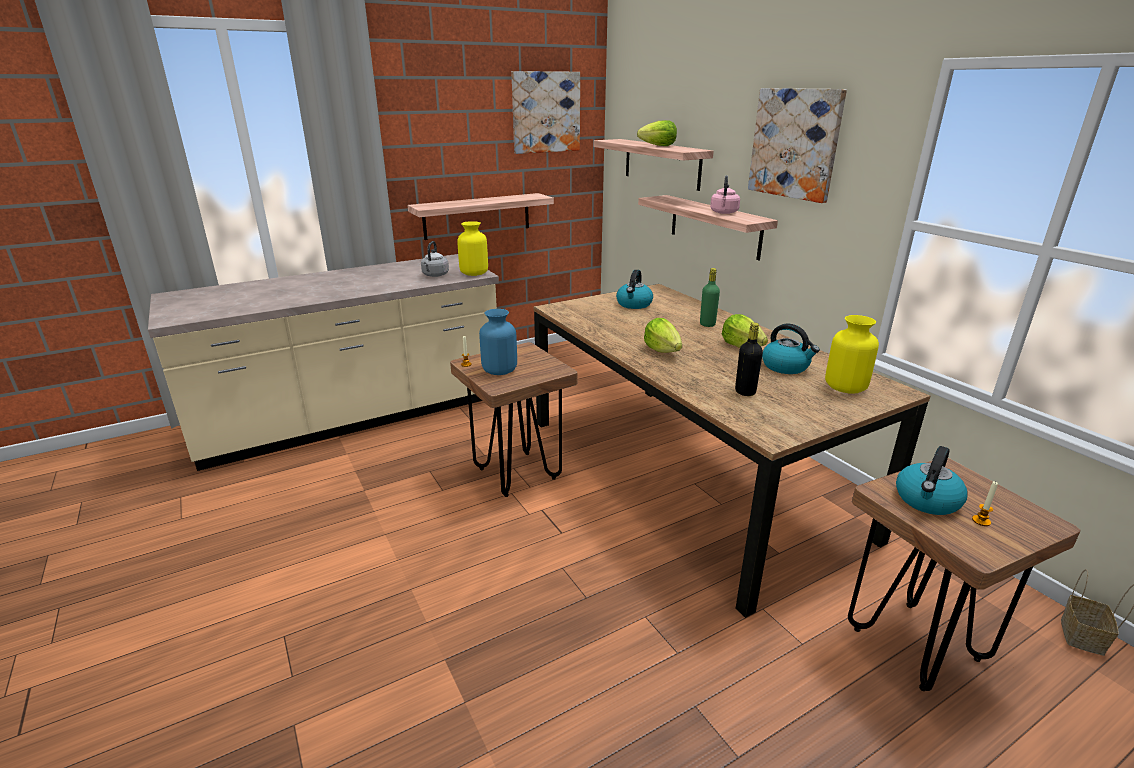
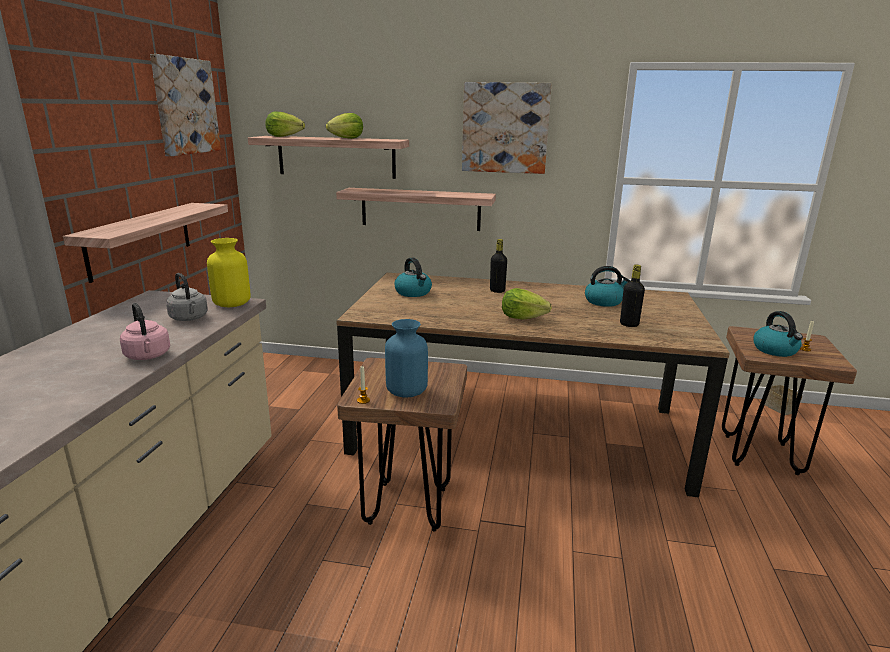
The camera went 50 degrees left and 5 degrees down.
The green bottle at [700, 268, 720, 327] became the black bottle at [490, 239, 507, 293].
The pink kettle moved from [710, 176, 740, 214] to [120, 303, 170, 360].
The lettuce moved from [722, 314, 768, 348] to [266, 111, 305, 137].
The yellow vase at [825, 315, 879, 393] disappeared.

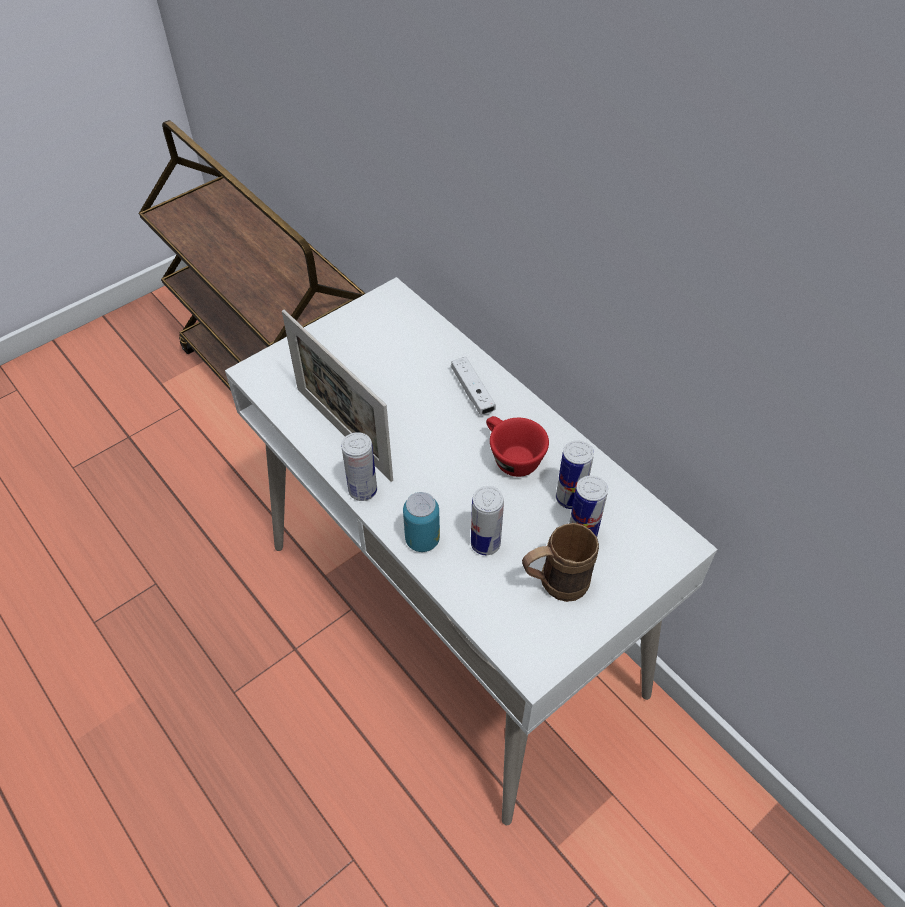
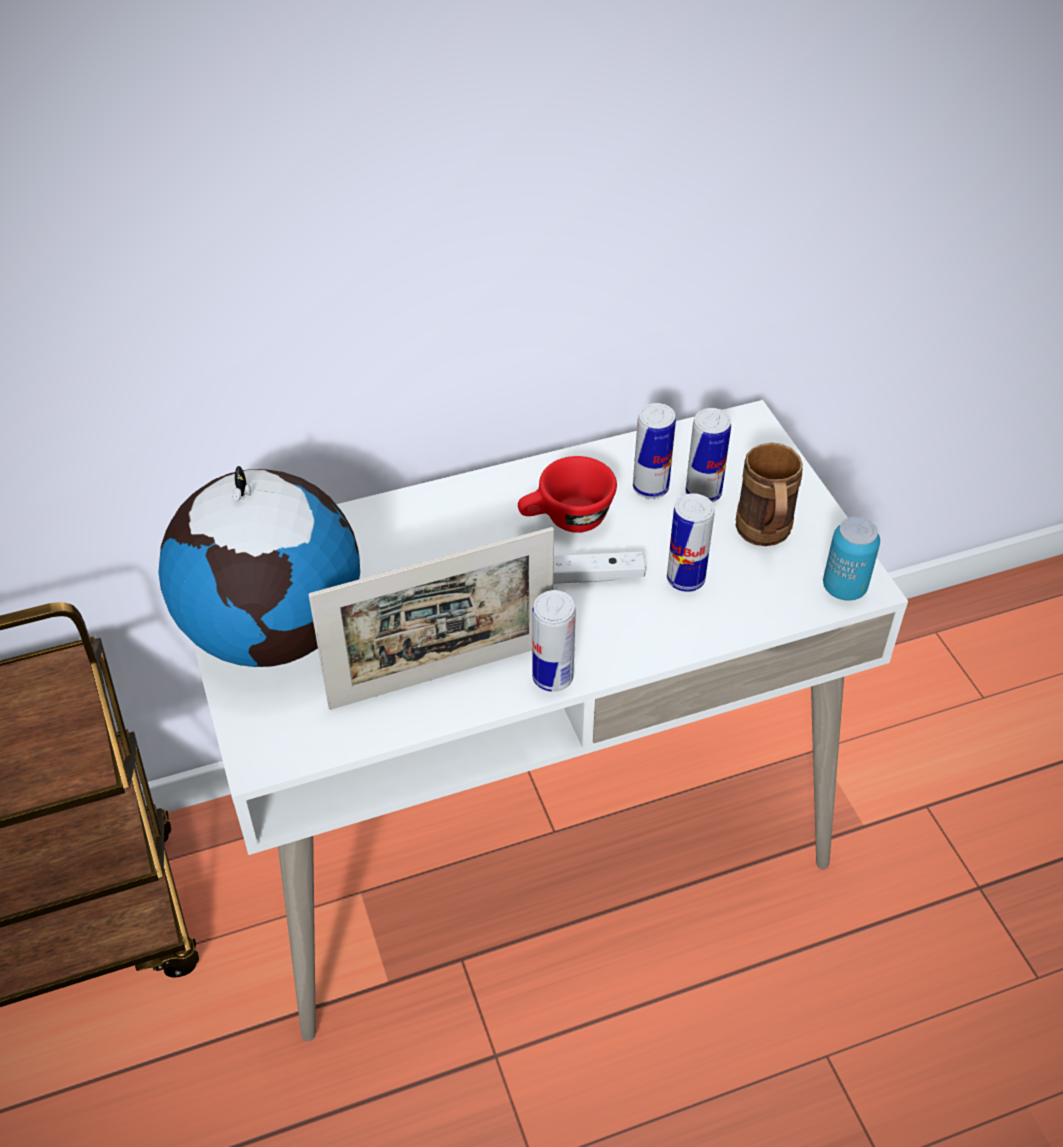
The camera went 70 degrees left and 5 degrees down.
The can moved from [403, 492, 440, 552] to [823, 517, 880, 601].
The white game controller moved from [451, 357, 496, 415] to [553, 551, 646, 584].
The globe at [158, 466, 360, 667] appeared.

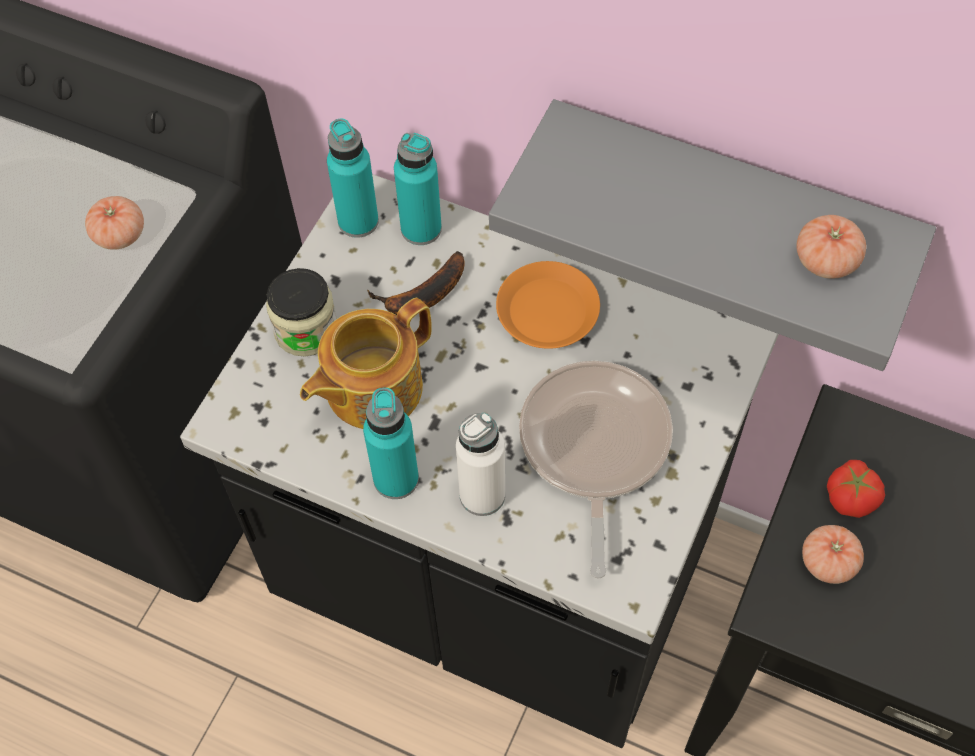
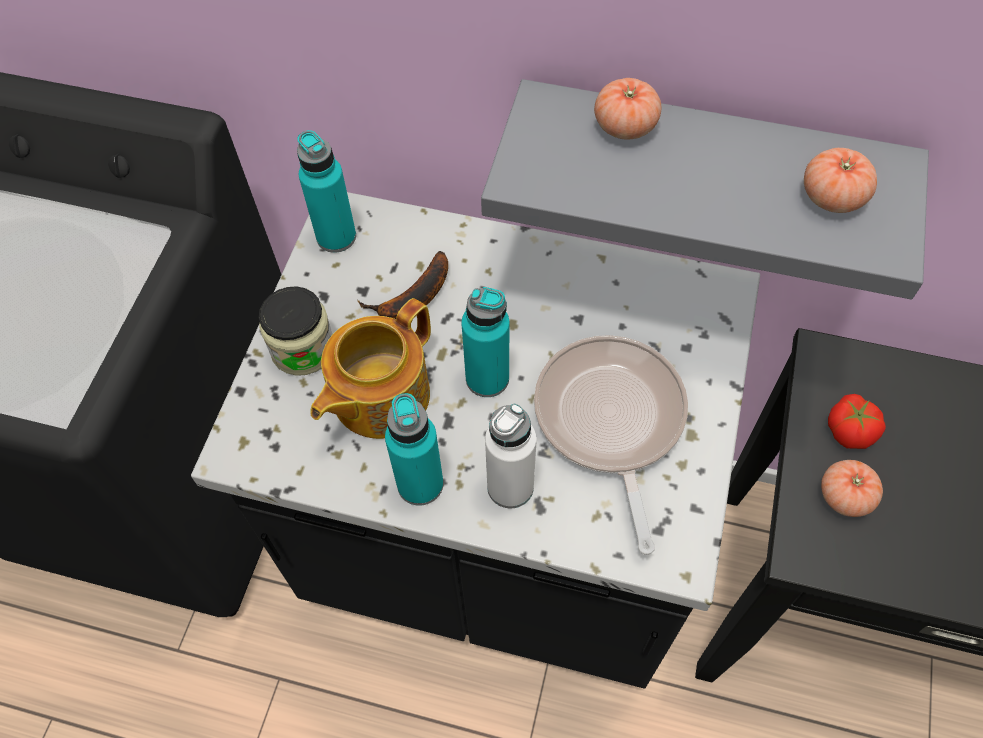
The camera went 10 degrees left and 0 degrees up.
The tomato moved from [85, 196, 144, 250] to [594, 78, 662, 140].
The turquoise bottle moved from [394, 133, 442, 245] to [461, 287, 509, 397].
The orange plate at [496, 261, 600, 349] disappeared.

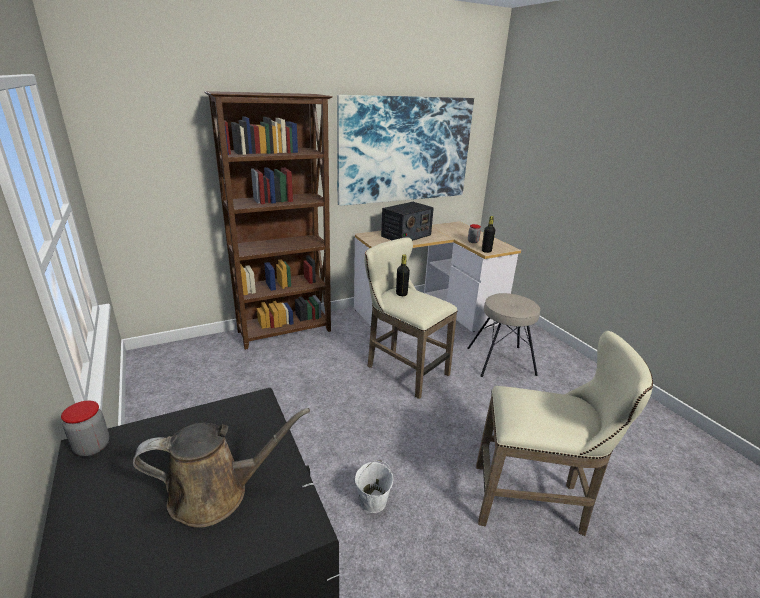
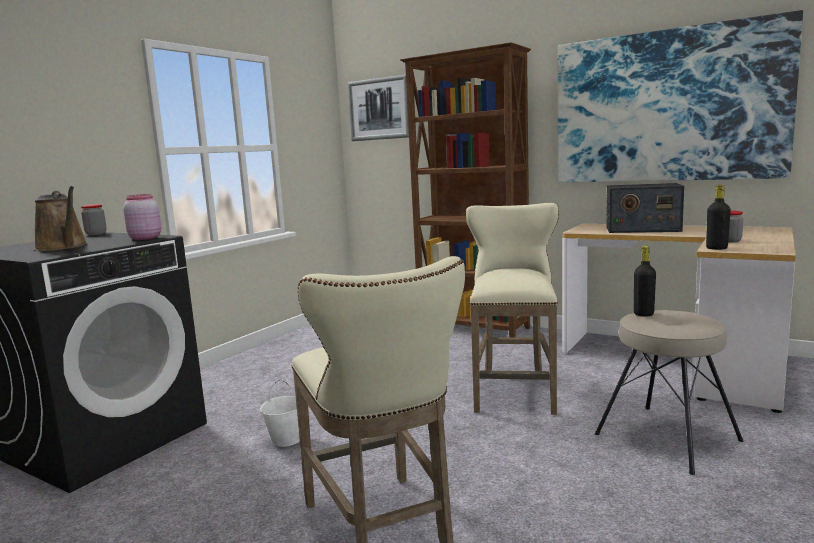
The camera went 60 degrees right and 15 degrees down.
The black bottle moved from [396, 254, 410, 296] to [634, 246, 656, 317].
The pink jar at [123, 194, 161, 240] appeared.
The picture at [347, 75, 409, 141] appeared.

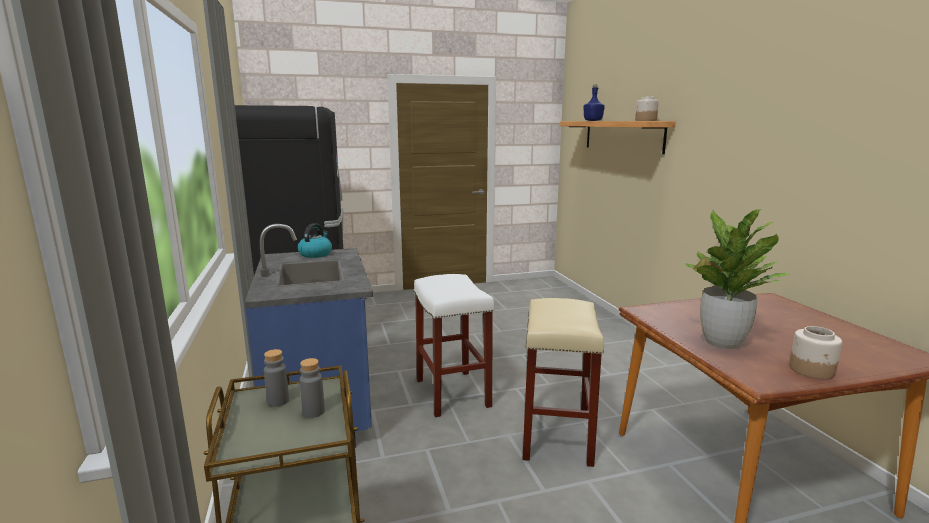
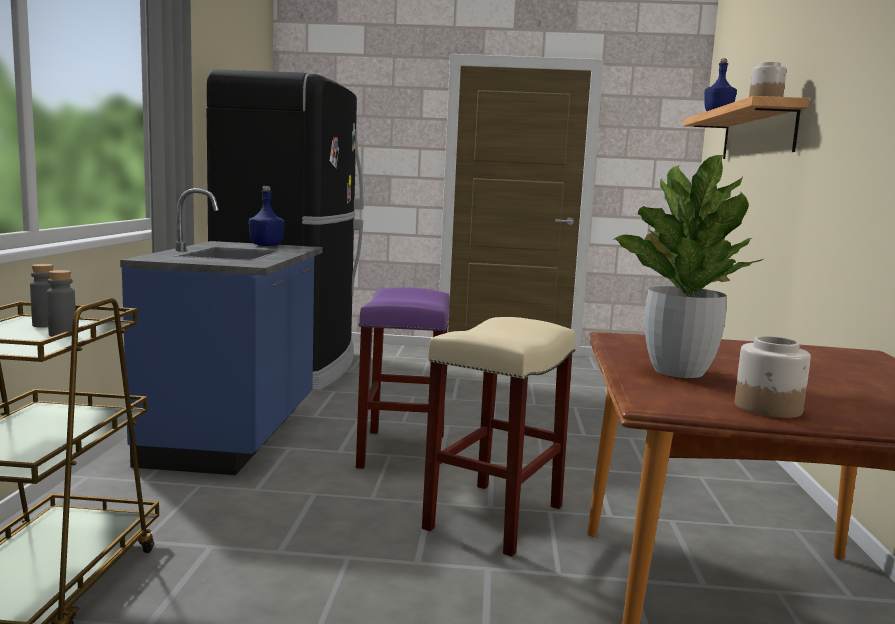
The camera went 20 degrees right and 5 degrees down.
The kettle at [298, 223, 332, 258] was replaced by the blue bottle at [249, 186, 285, 246].
The white stool at [414, 274, 494, 417] became the purple stool at [356, 287, 450, 469].

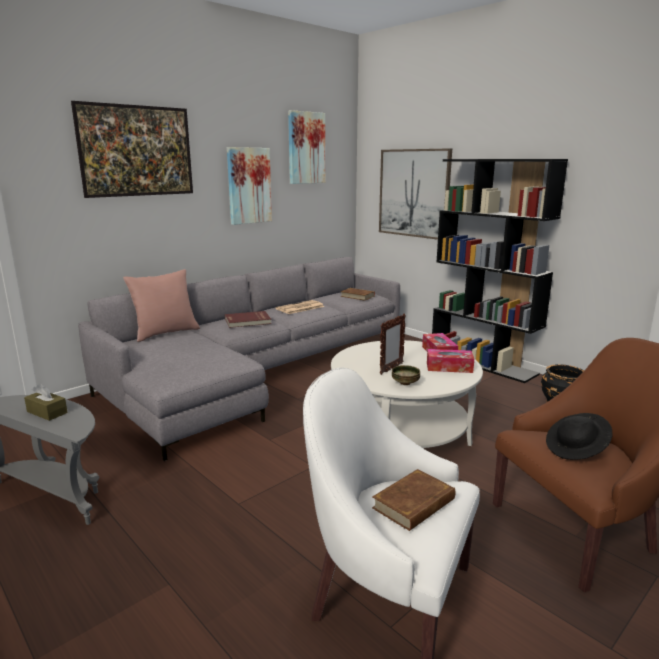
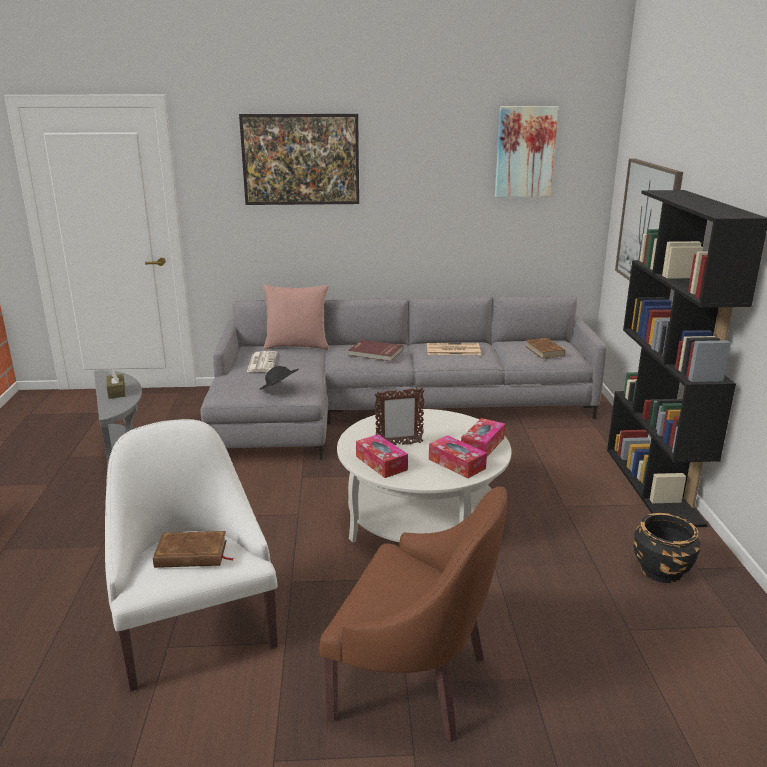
The camera went 40 degrees right and 5 degrees up.
The picture at [227, 147, 272, 225] disappeared.
The bowl at [392, 365, 420, 385] was replaced by the tissue box at [356, 434, 408, 478].
The black hat moved from [546, 413, 613, 460] to [260, 366, 299, 390].
The newspaper at [247, 351, 277, 372] appeared.

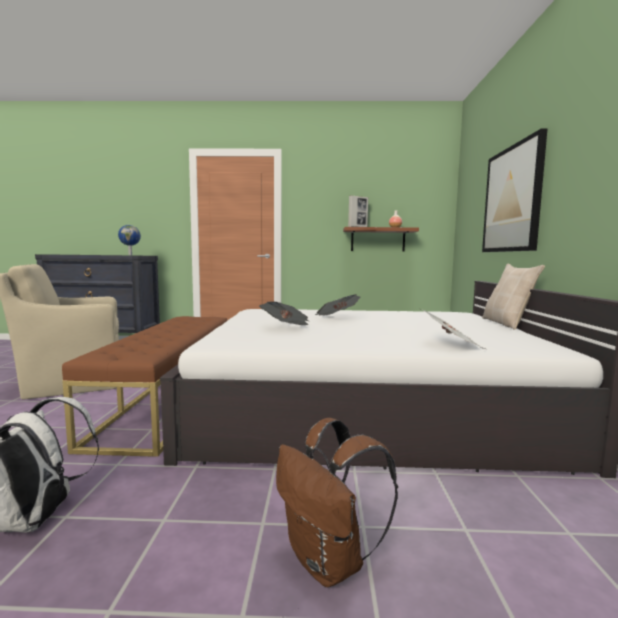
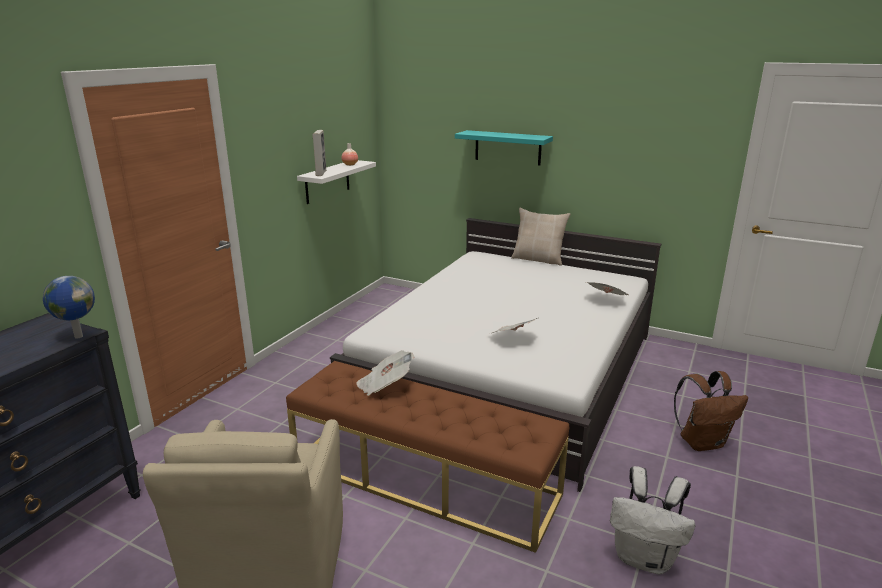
The camera went 65 degrees left and 15 degrees up.
The newspaper moved from [315, 294, 361, 315] to [356, 350, 414, 396].
The brown shelf at [343, 227, 419, 252] became the white shelf at [297, 160, 376, 204].
The picture at [482, 129, 547, 252] was replaced by the turquoise shelf at [455, 130, 553, 166].

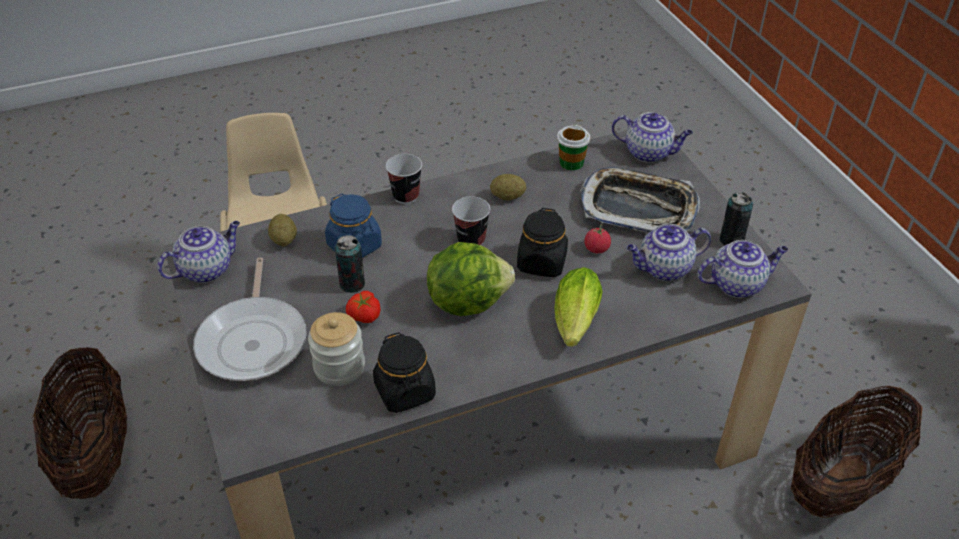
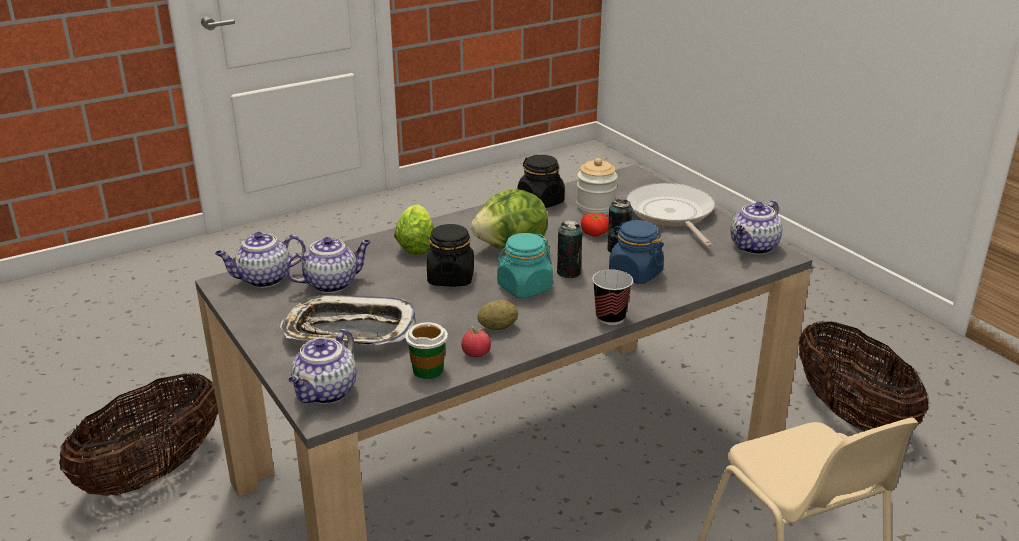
The camera went 170 degrees right and 15 degrees down.
The potato at [268, 214, 297, 246] disappeared.
The cup at [452, 196, 490, 245] was replaced by the turquoise jar at [497, 233, 553, 298].
The tomato moved from [584, 224, 611, 253] to [461, 325, 491, 357].
The teapot at [612, 112, 693, 163] turned 75 degrees counterclockwise.
The can moved from [720, 192, 753, 246] to [557, 220, 582, 278].

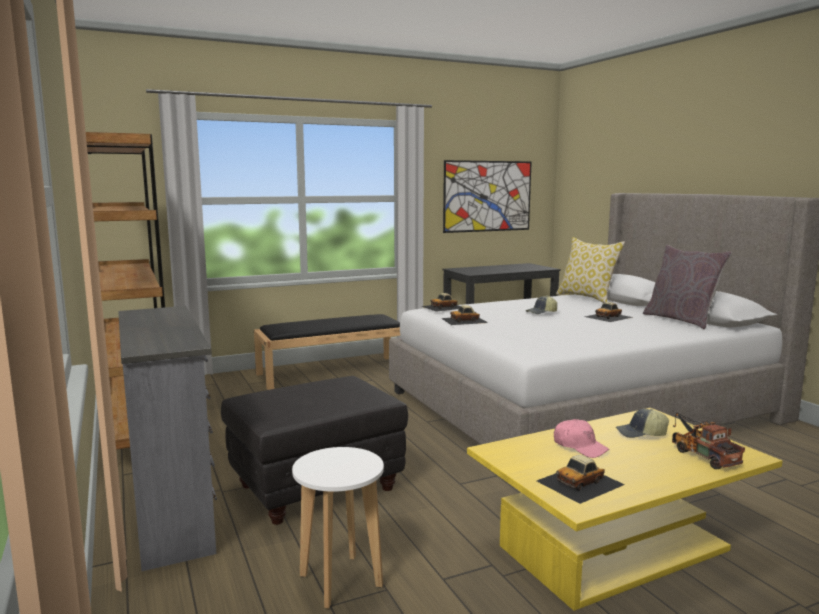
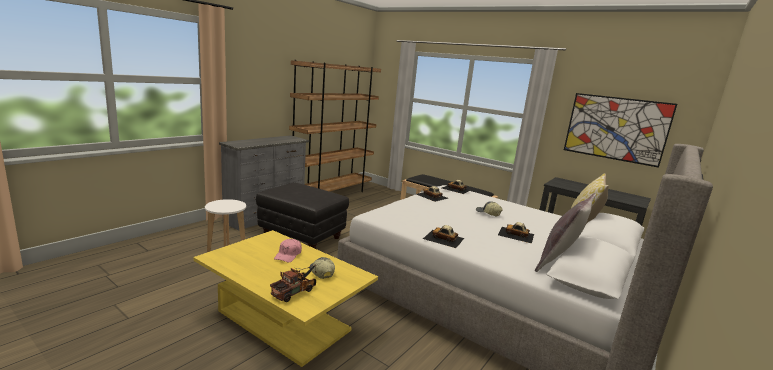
The camera went 60 degrees right and 5 degrees up.
The toy car moved from [537, 455, 625, 504] to [423, 225, 464, 248].

